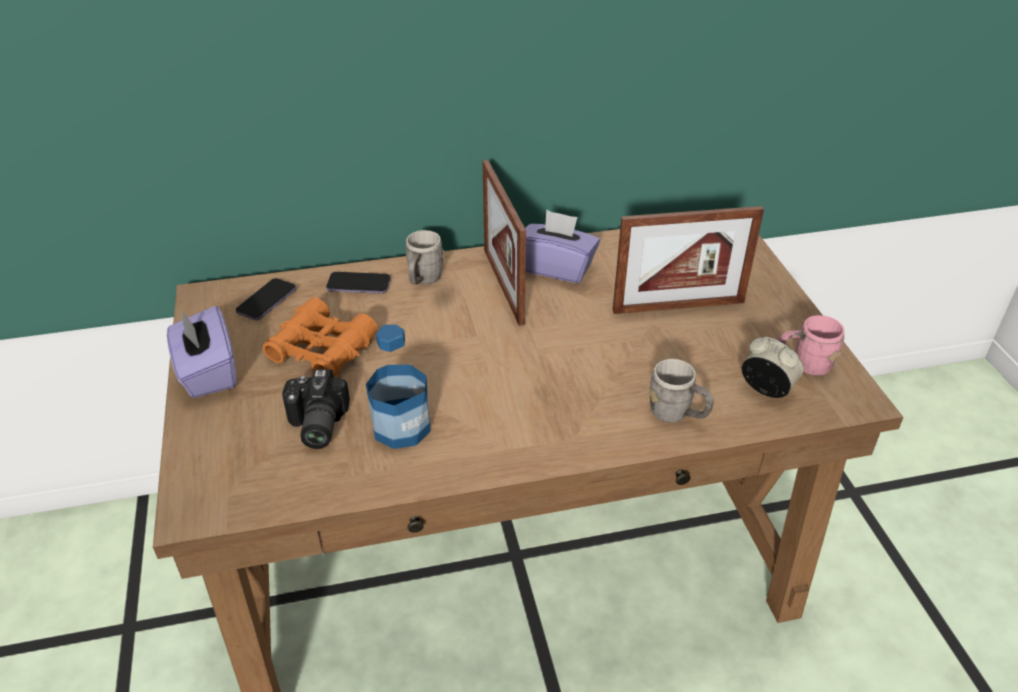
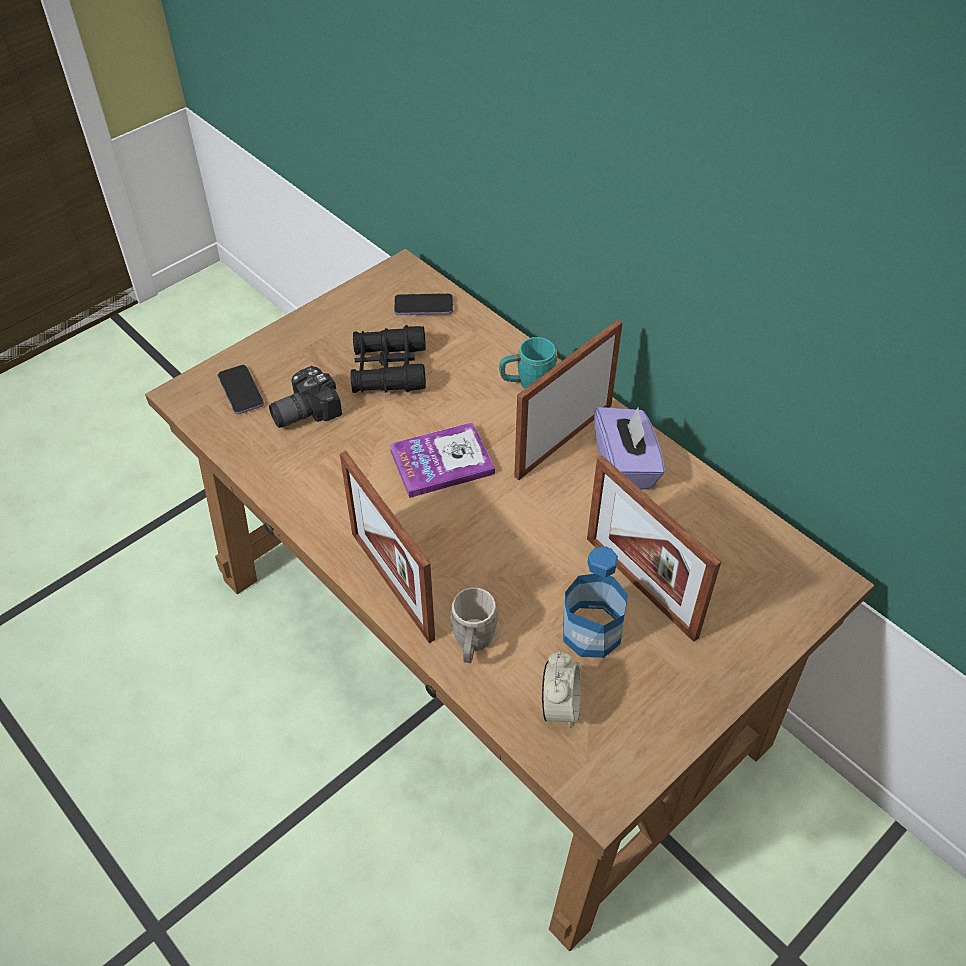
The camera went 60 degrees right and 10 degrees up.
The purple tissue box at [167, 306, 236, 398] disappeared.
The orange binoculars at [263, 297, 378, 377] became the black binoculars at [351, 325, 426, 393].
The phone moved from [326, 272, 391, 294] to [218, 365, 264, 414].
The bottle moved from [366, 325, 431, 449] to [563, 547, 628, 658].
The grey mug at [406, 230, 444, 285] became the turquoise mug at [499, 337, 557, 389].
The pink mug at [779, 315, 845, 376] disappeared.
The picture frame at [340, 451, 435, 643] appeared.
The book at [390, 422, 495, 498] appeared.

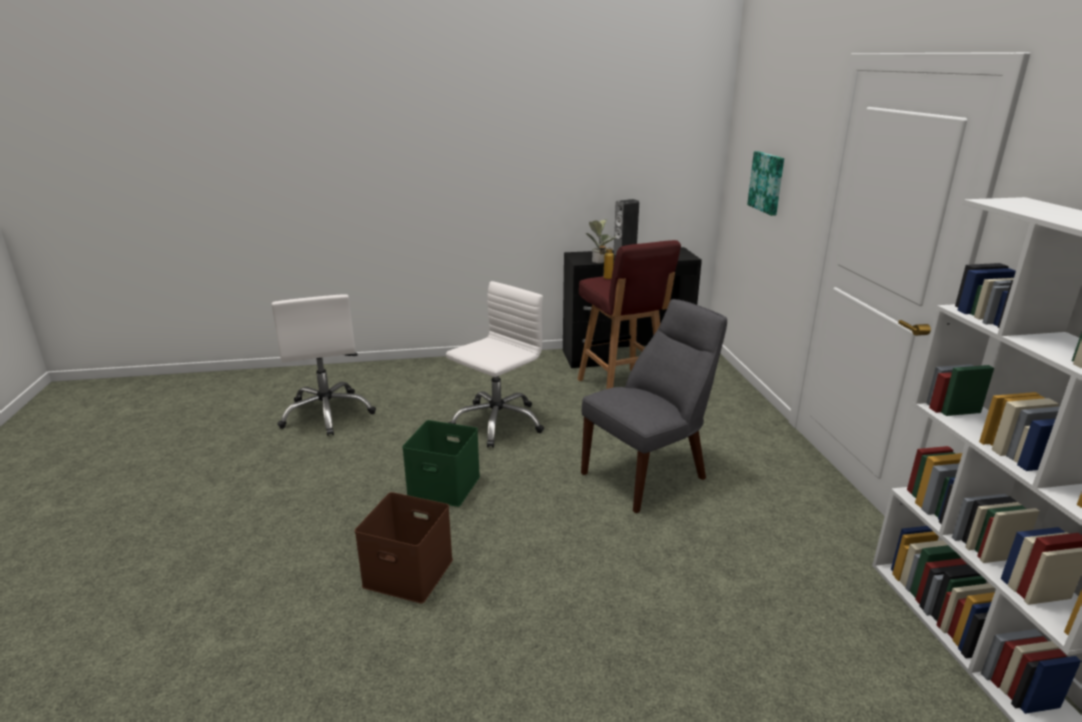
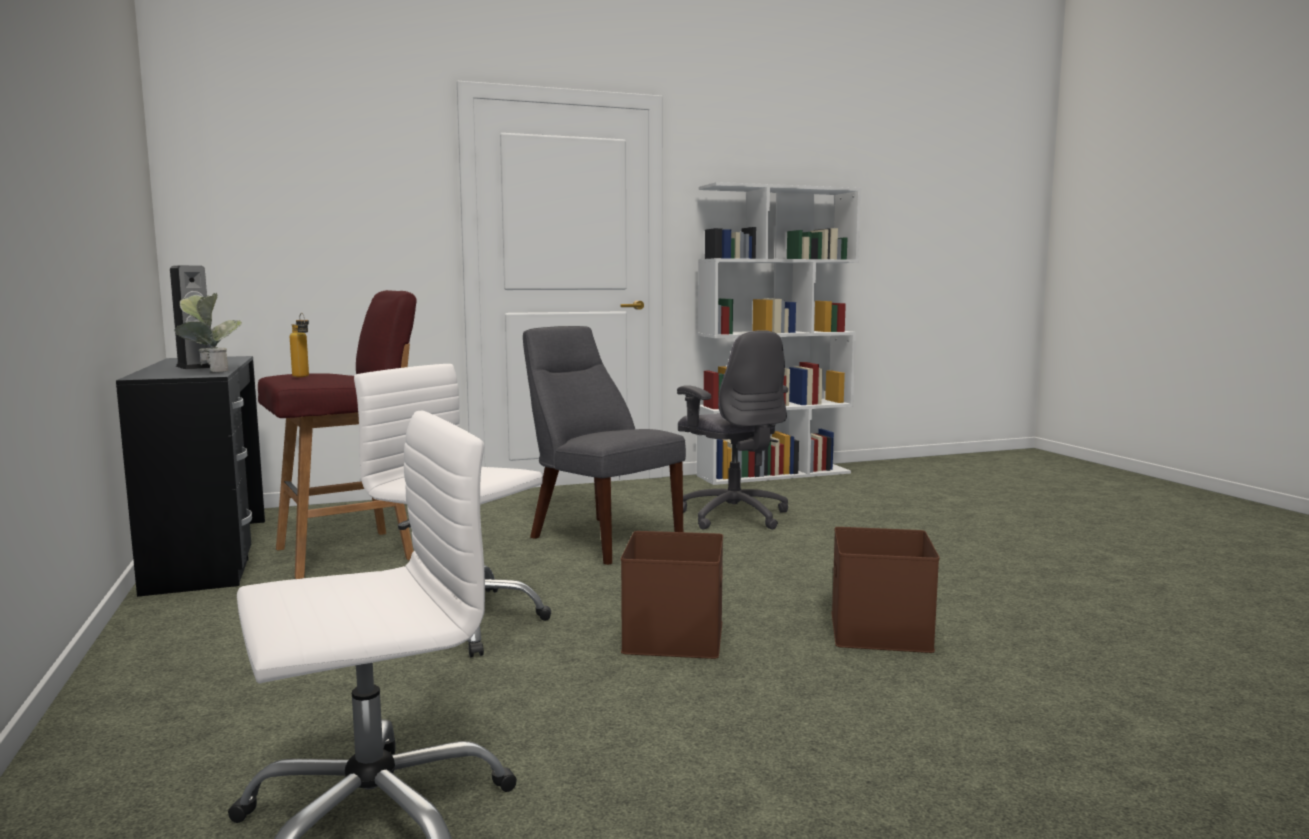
The camera went 100 degrees left and 15 degrees down.
The green storage box at [402, 420, 480, 507] became the brown storage box at [621, 531, 723, 659].
The picture at [747, 151, 784, 216] disappeared.
The grey office chair at [677, 330, 788, 530] appeared.

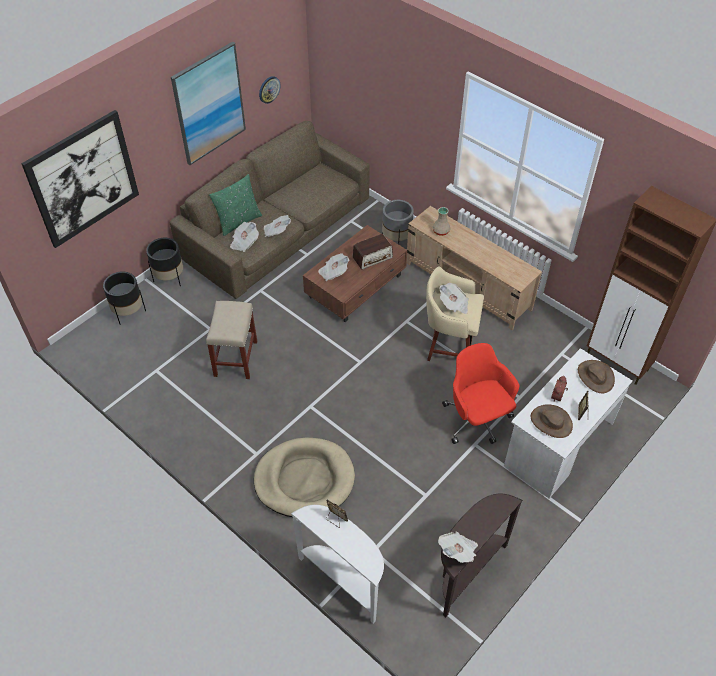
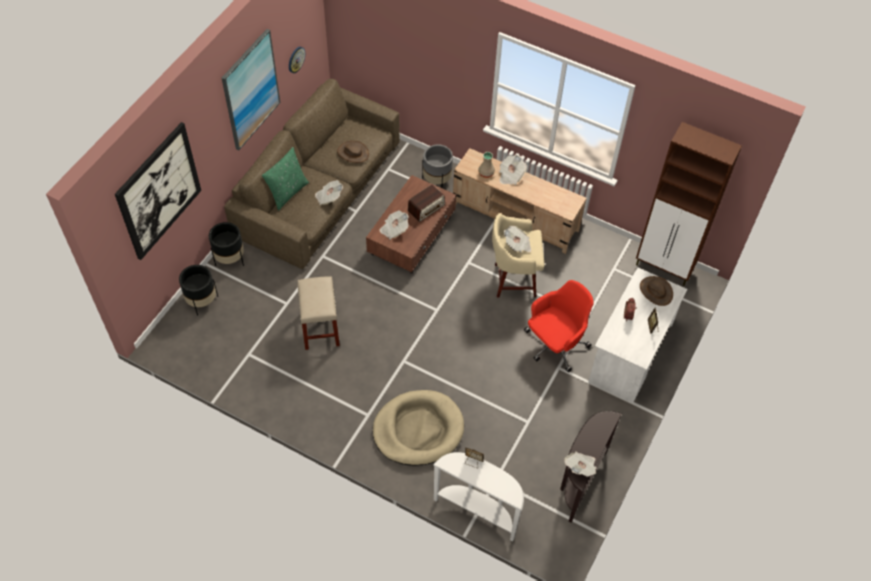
The camera went 15 degrees left and 5 degrees up.
The newspaper moved from [230, 222, 259, 252] to [499, 155, 527, 185].
The red office chair at [442, 343, 519, 444] turned 90 degrees clockwise.
The brown hat moved from [531, 404, 573, 438] to [337, 141, 369, 163].

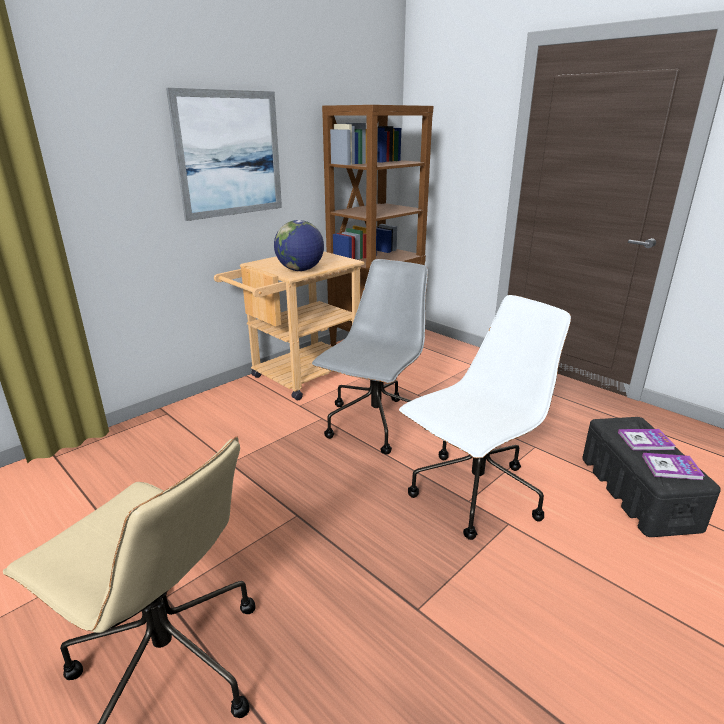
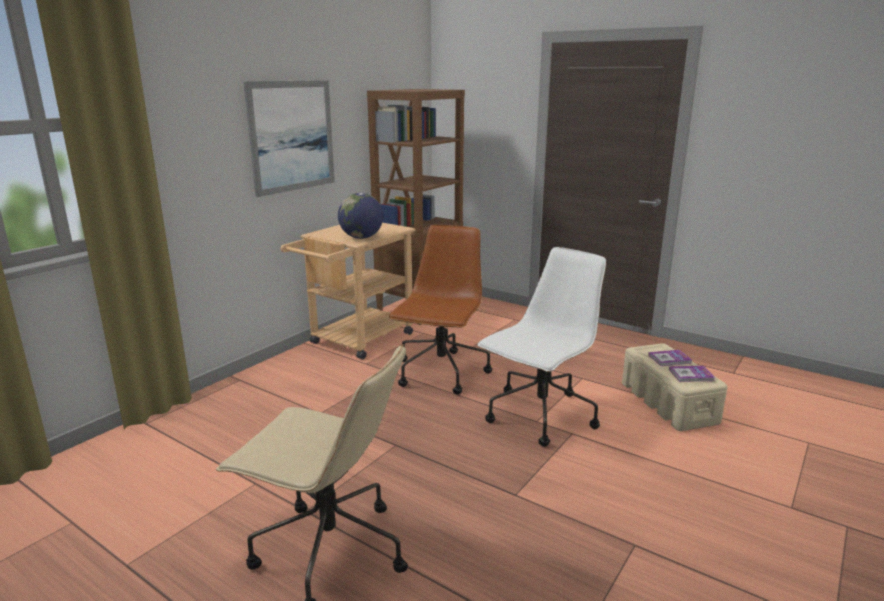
The camera went 10 degrees left and 5 degrees down.
The grey office chair at [312, 259, 428, 455] became the brown office chair at [389, 224, 492, 395].
The black storage box at [582, 417, 721, 537] became the beige storage box at [622, 343, 728, 431].

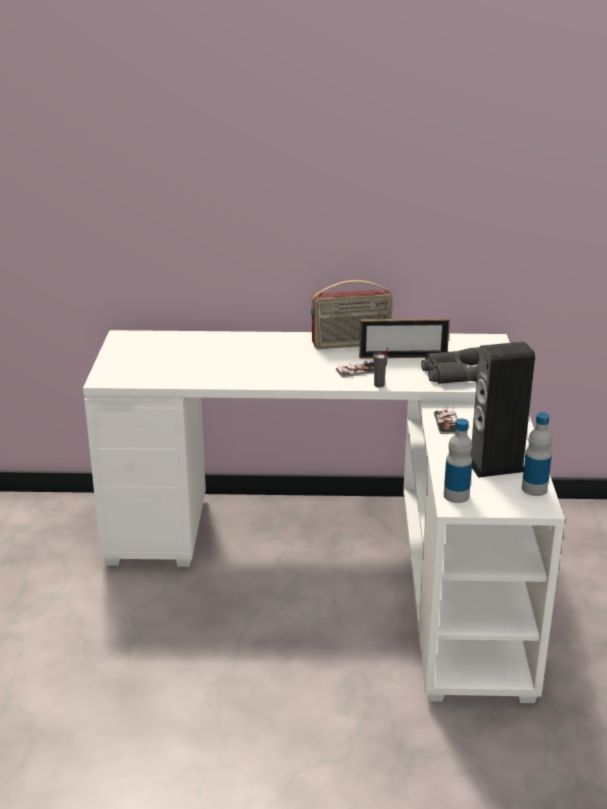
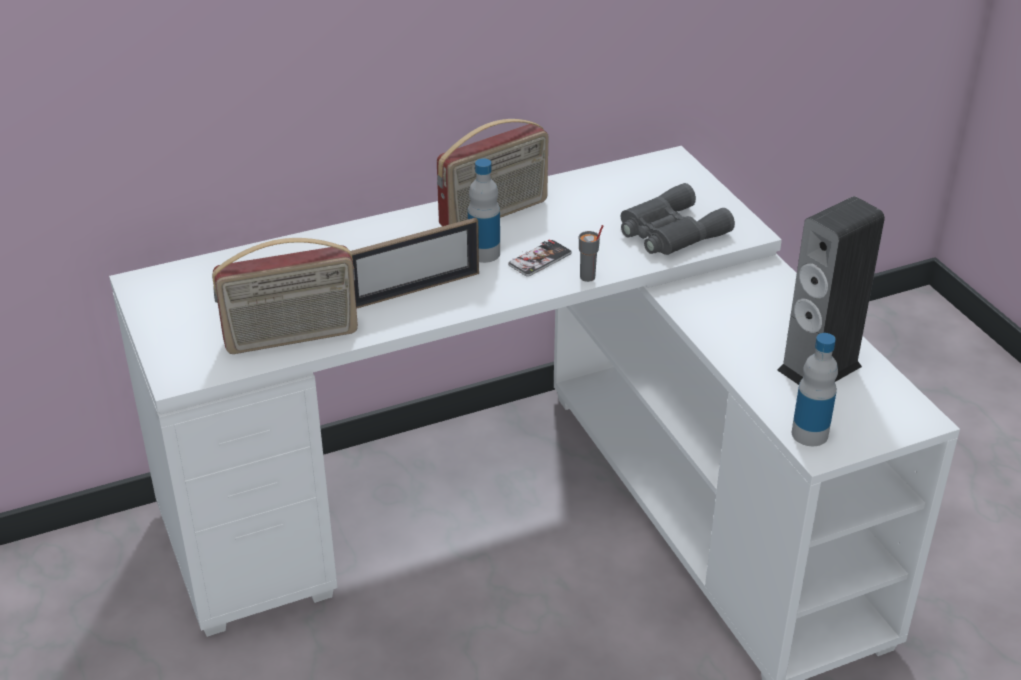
The camera went 25 degrees left and 10 degrees up.
The picture frame moved from [359, 318, 450, 359] to [350, 218, 479, 309].
The phone at [434, 409, 458, 434] disappeared.
The bottle moved from [522, 412, 552, 496] to [468, 159, 500, 263].
The radio at [212, 238, 358, 354] appeared.

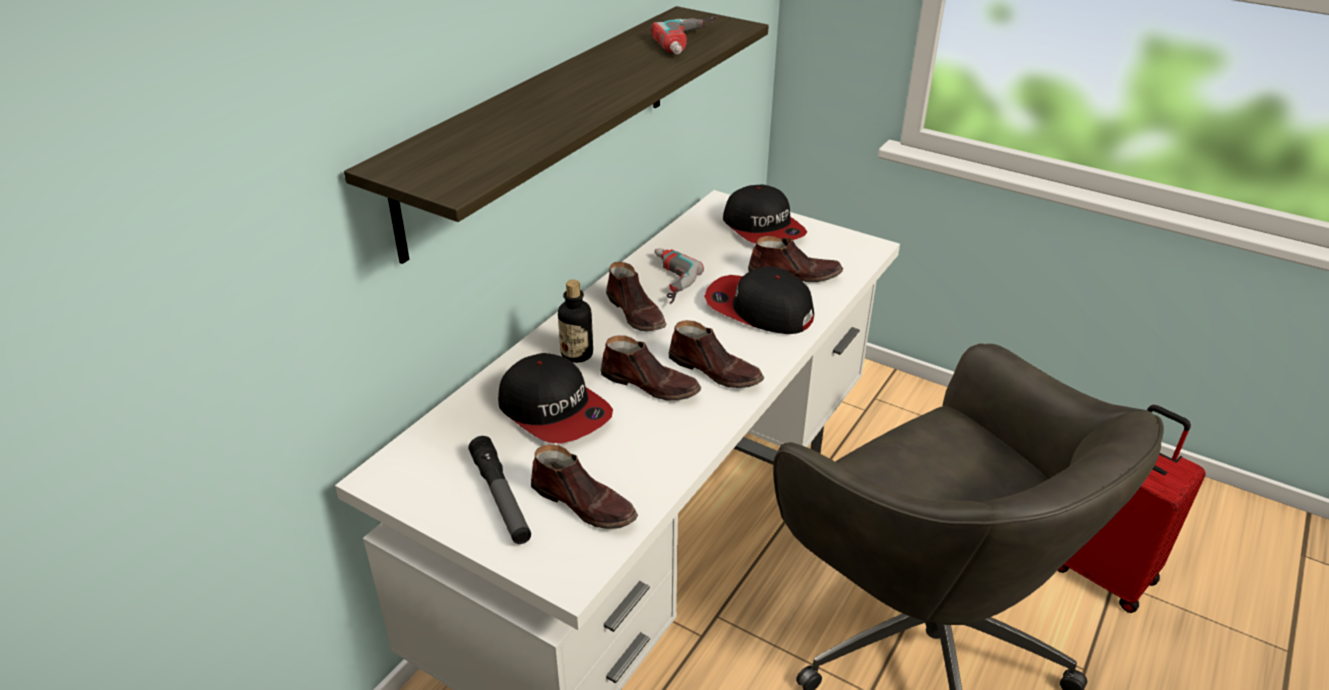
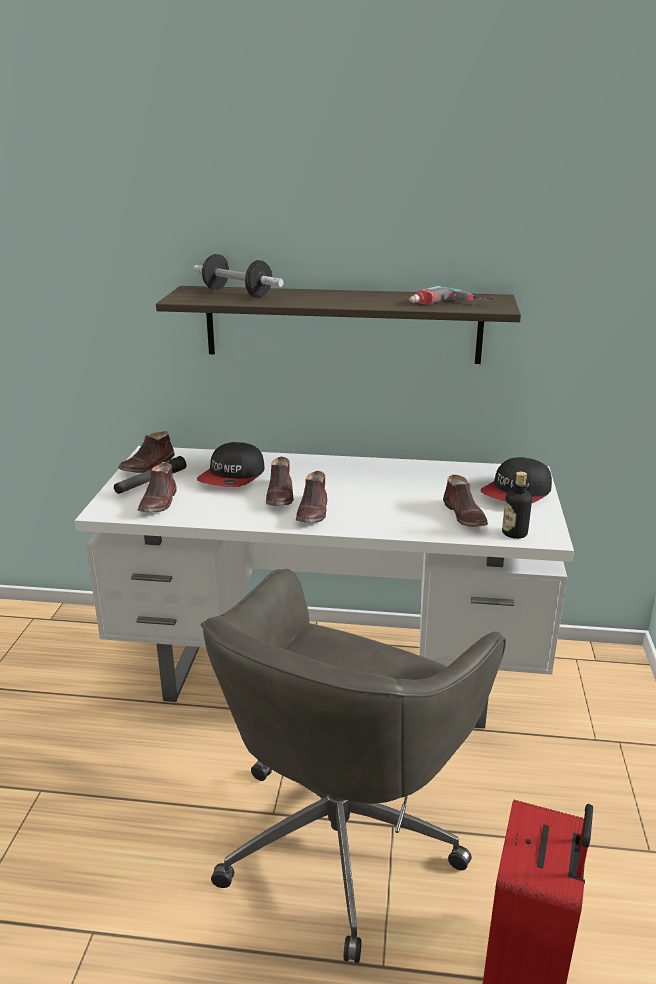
The camera went 65 degrees right and 10 degrees down.
The bottle moved from [558, 280, 593, 363] to [502, 471, 532, 539].
The brown shoe moved from [606, 262, 667, 332] to [118, 431, 175, 473].
The power drill at [654, 248, 704, 304] disappeared.
The cap at [704, 266, 814, 334] disappeared.
The dumbbell at [193, 254, 284, 297] appeared.

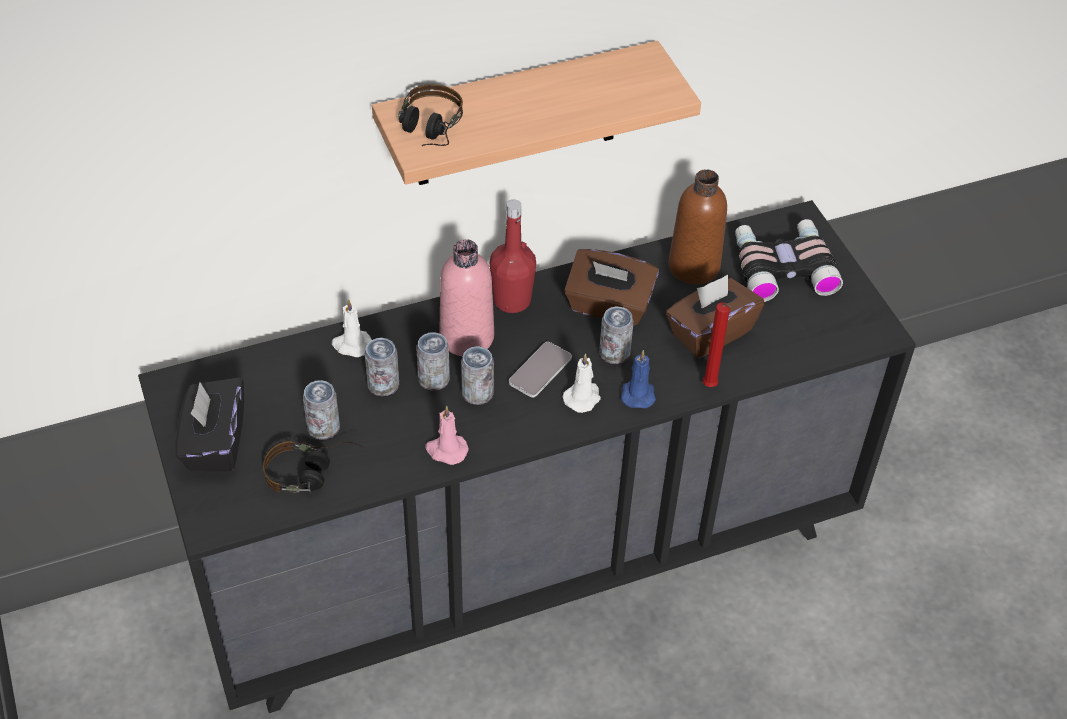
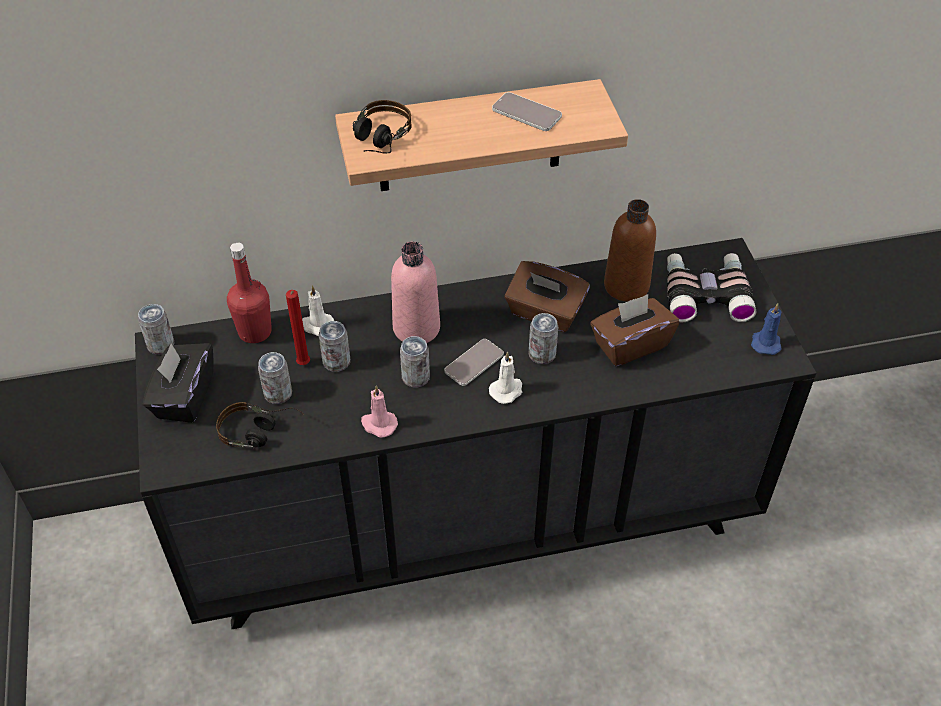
The camera went 10 degrees right and 0 degrees up.
The can moved from [417, 332, 450, 390] to [138, 304, 175, 354].
The red bottle moved from [490, 200, 536, 313] to [227, 242, 272, 343].
The blue candle moved from [621, 350, 656, 408] to [751, 303, 782, 355].
The red candle moved from [703, 302, 731, 387] to [286, 290, 310, 365].
The phone at [492, 92, 562, 131] appeared.

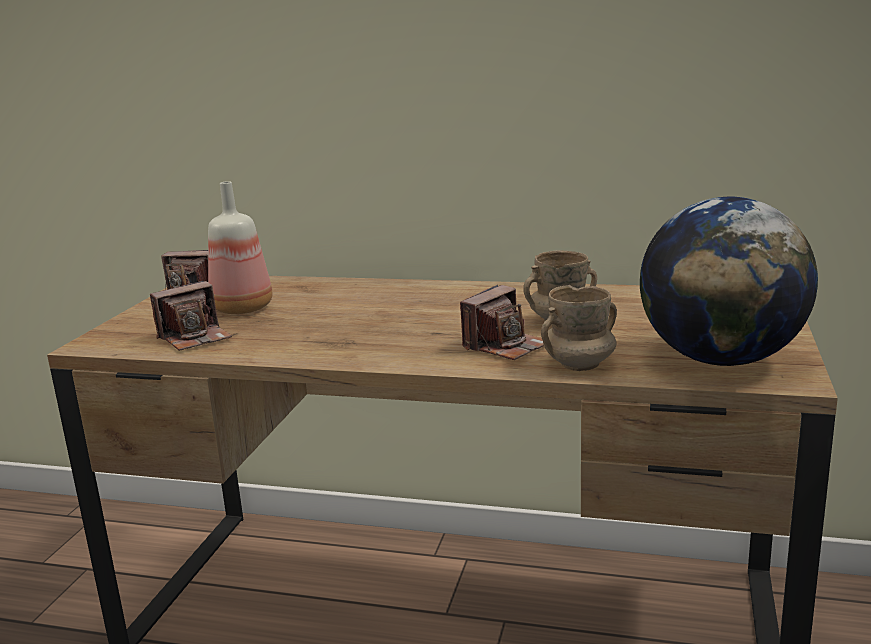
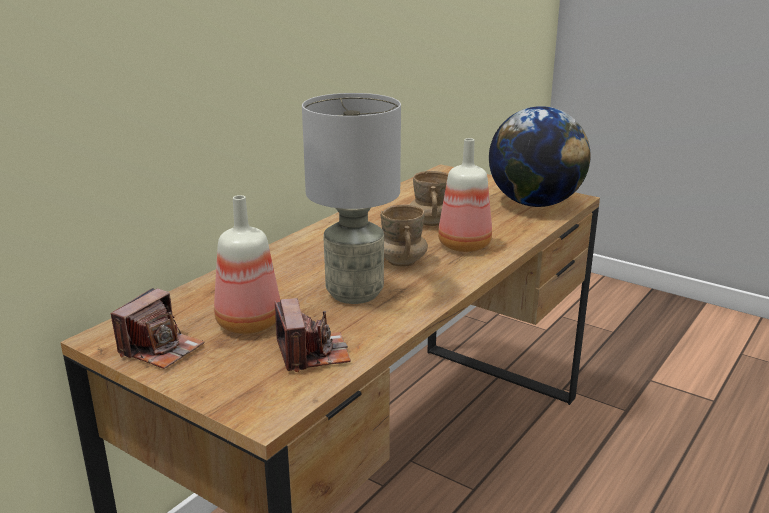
The camera went 70 degrees left and 5 degrees up.
The photo camera at [460, 285, 544, 360] was replaced by the bottle at [438, 138, 492, 252].
The beige mug moved from [541, 285, 617, 371] to [380, 204, 428, 266].
The grey table lamp at [302, 93, 401, 304] appeared.

